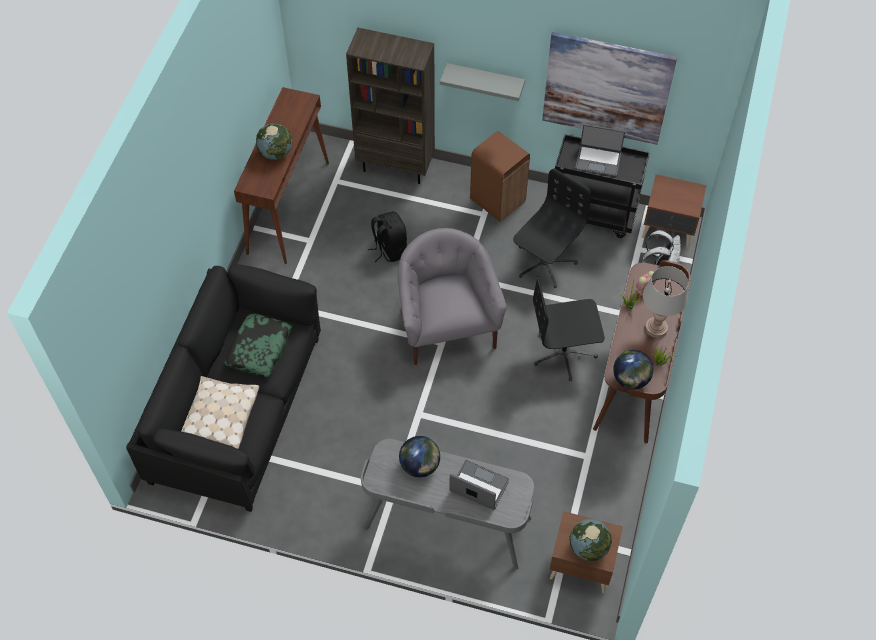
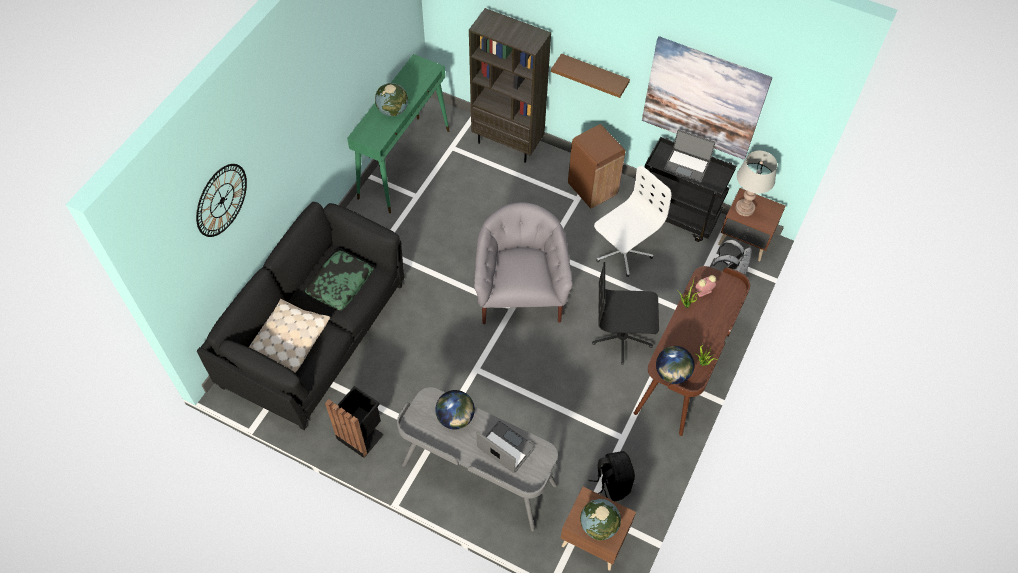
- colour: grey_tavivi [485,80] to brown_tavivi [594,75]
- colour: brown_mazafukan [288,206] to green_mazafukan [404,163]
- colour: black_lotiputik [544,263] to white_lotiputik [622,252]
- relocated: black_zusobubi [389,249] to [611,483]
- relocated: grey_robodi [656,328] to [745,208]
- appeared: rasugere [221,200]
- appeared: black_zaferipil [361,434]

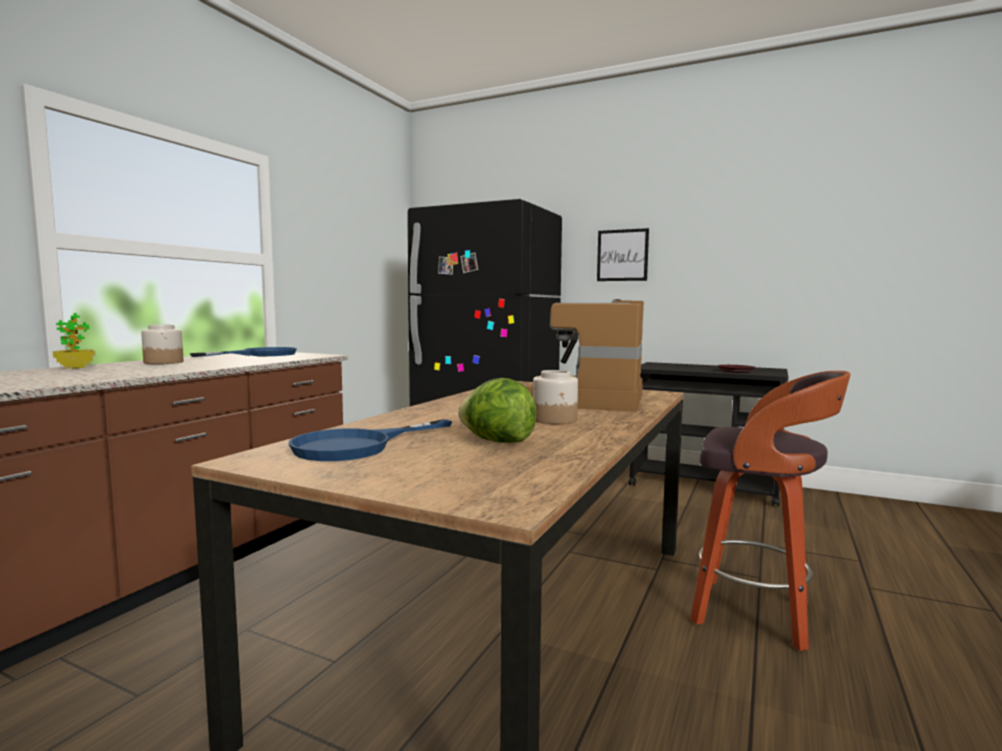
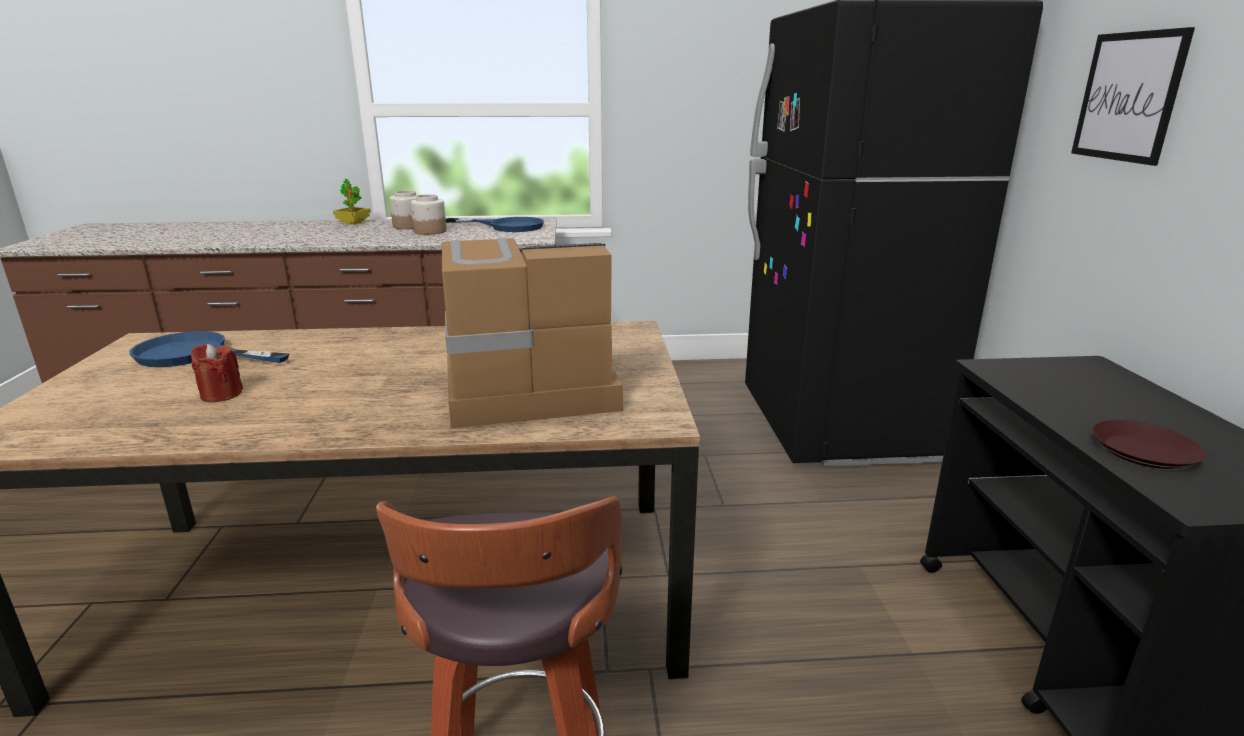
- relocated: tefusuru [555,420] to [430,231]
- exchanged: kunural [497,442] to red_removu [221,394]

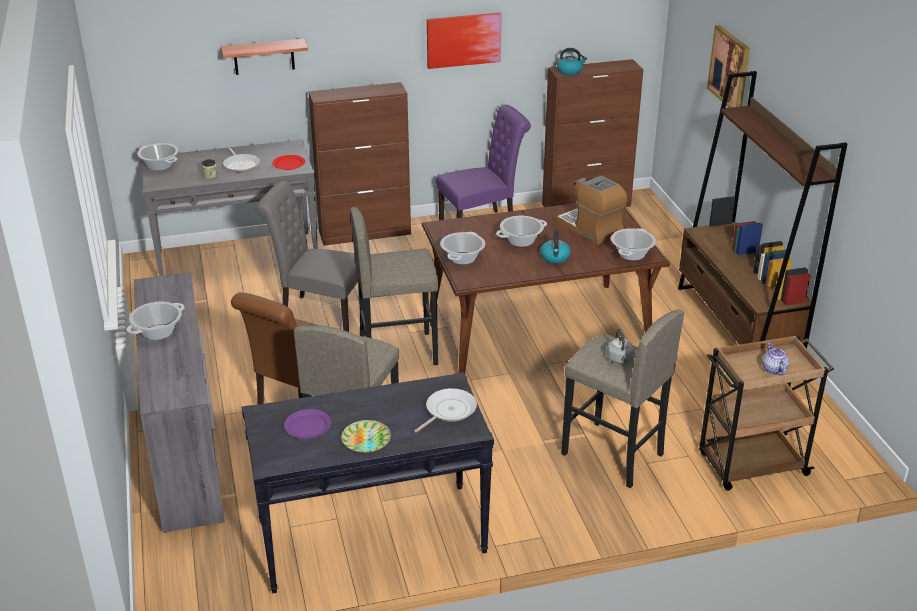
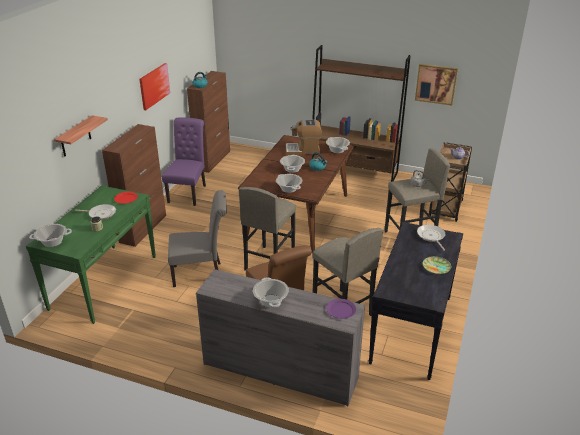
- relocated: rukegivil [730,69] to [436,84]
- colour: grey_mazafukan [238,259] to green_mazafukan [104,281]
- spun: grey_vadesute [318,313] = [201,274] 150 degrees counterclockwise
- relocated: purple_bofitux [308,426] to [340,309]

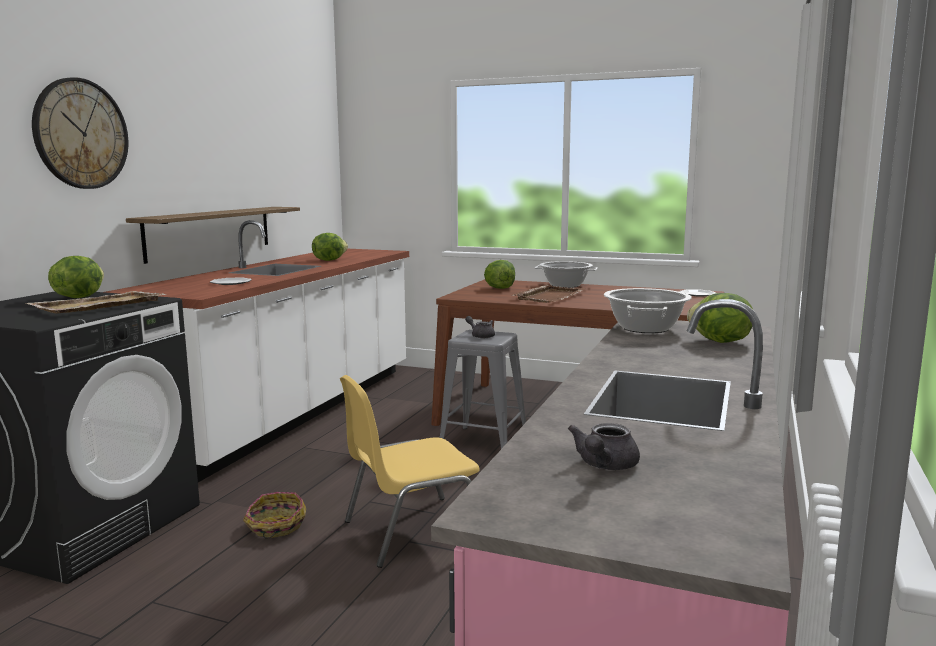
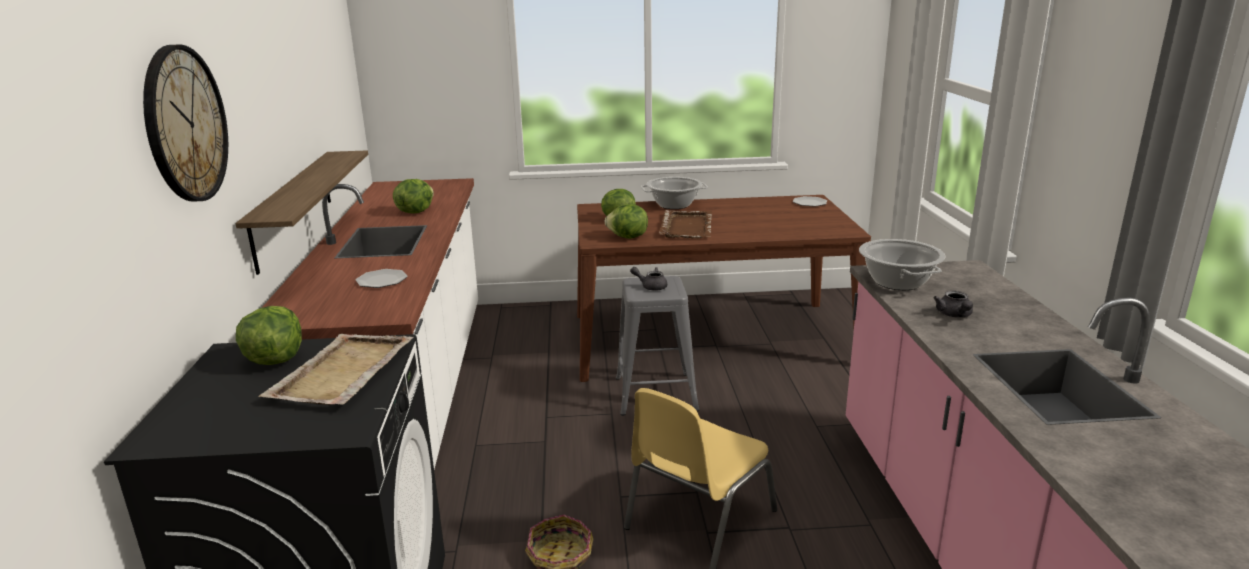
- relocated: kunural [719,342] to [627,237]
- relocated: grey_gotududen [604,466] to [954,315]

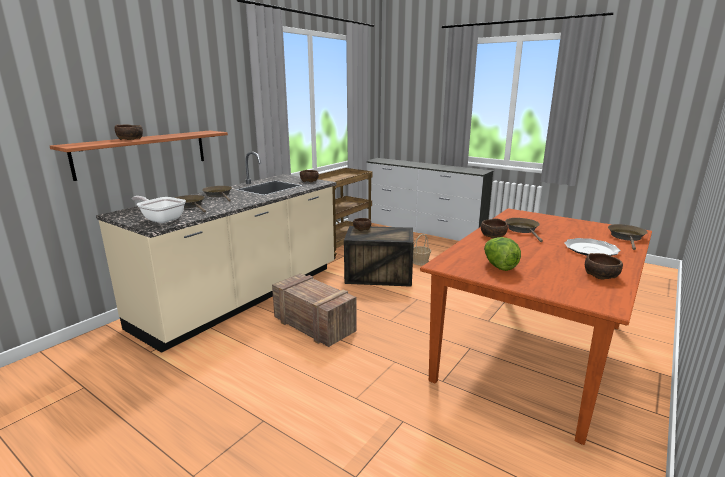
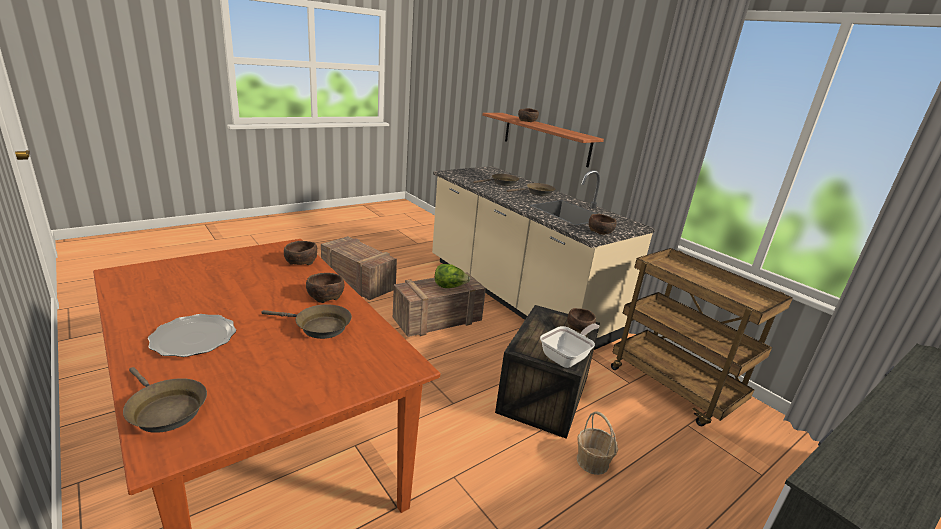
- relocated: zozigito [161,219] to [567,357]
- relocated: kunural [499,266] to [450,287]
- relocated: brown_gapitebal [602,275] to [300,262]
- appeared: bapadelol [357,282]

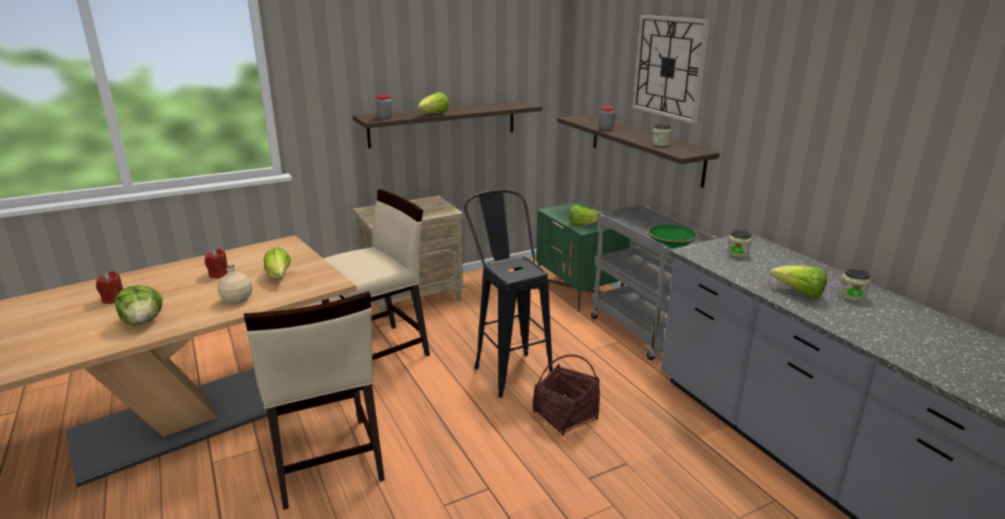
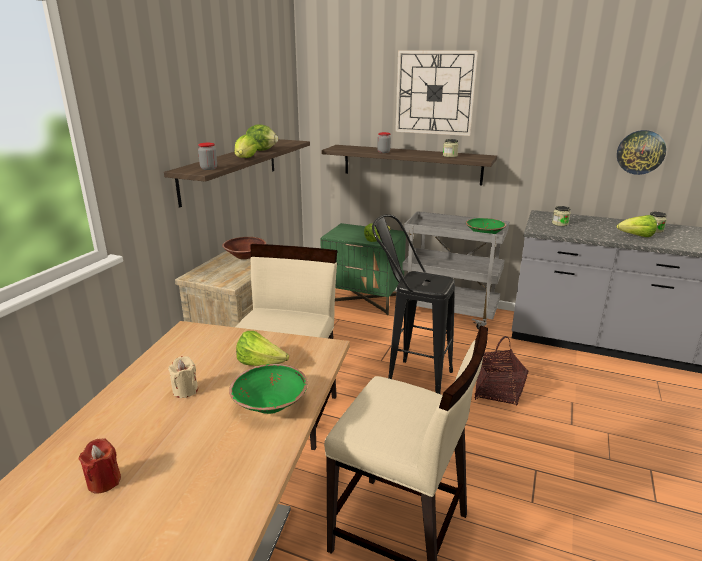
- colour: red_removu [218,274] to beige_removu [185,390]
- exchanged: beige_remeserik [237,300] to green_gapitebal [270,404]
- relocated: kunural [143,322] to [262,150]
- appeared: rasugere [640,152]
- appeared: brown_gapitebal [245,256]

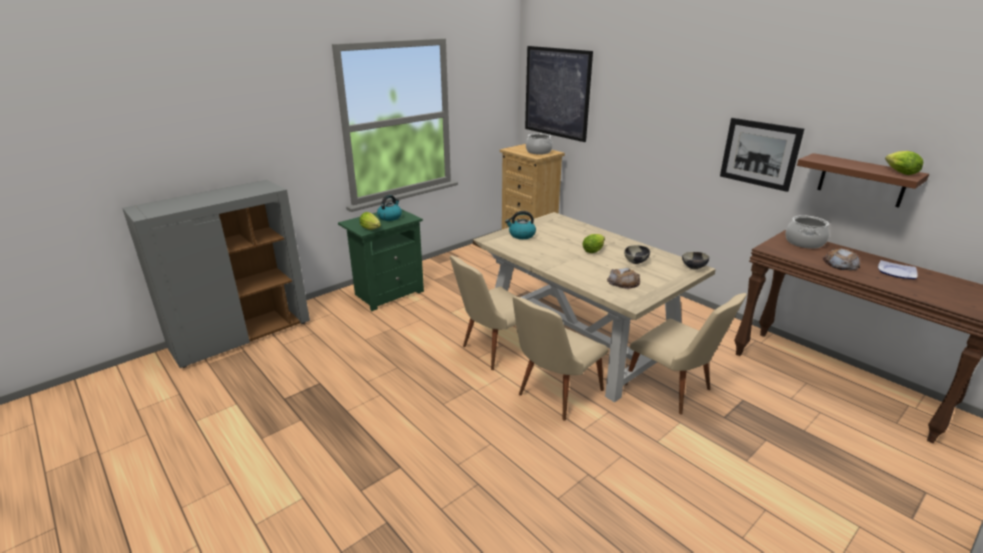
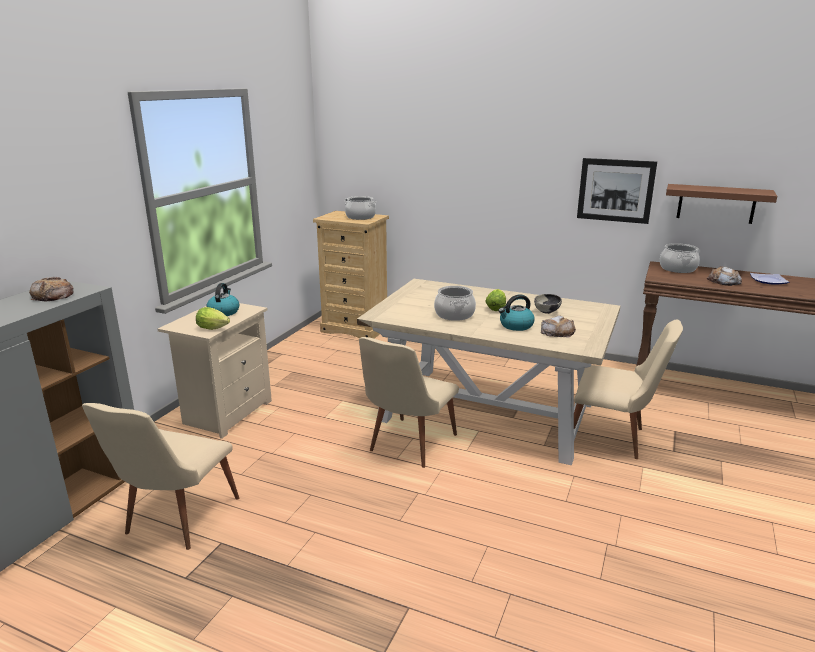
- missing: rukegivil [557,93]
- missing: kunural [898,172]
- colour: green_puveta [387,293] to beige_puveta [226,413]
- relocated: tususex [521,235] to [516,326]
- missing: gapitebal [693,267]
- relocated: beige_vadesute [554,395] to [174,521]
- appeared: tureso [53,295]
- appeared: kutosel [454,315]

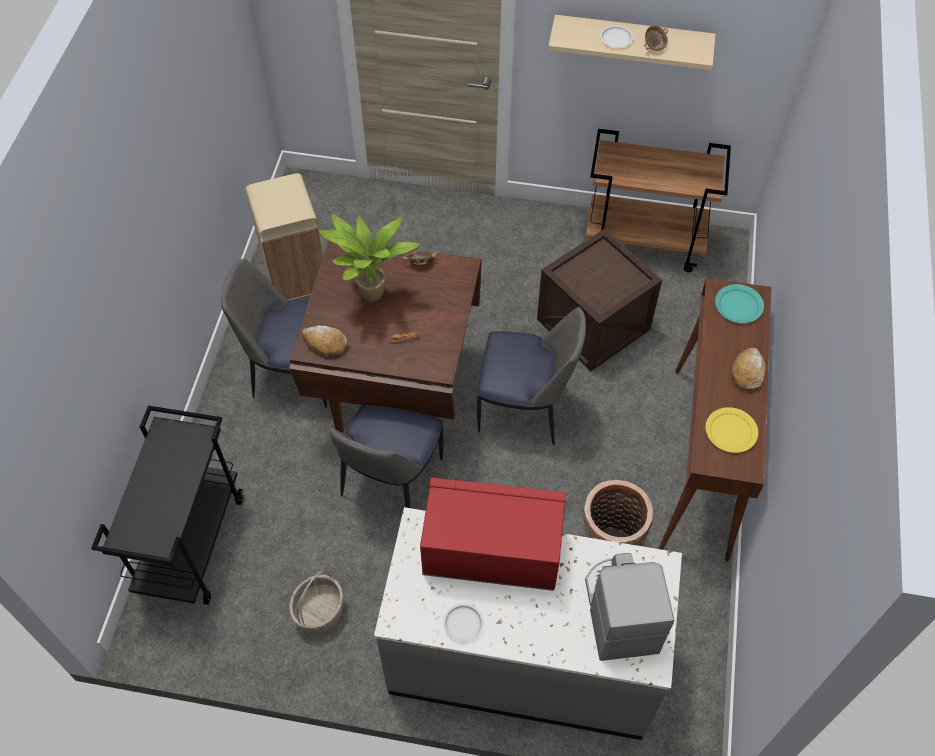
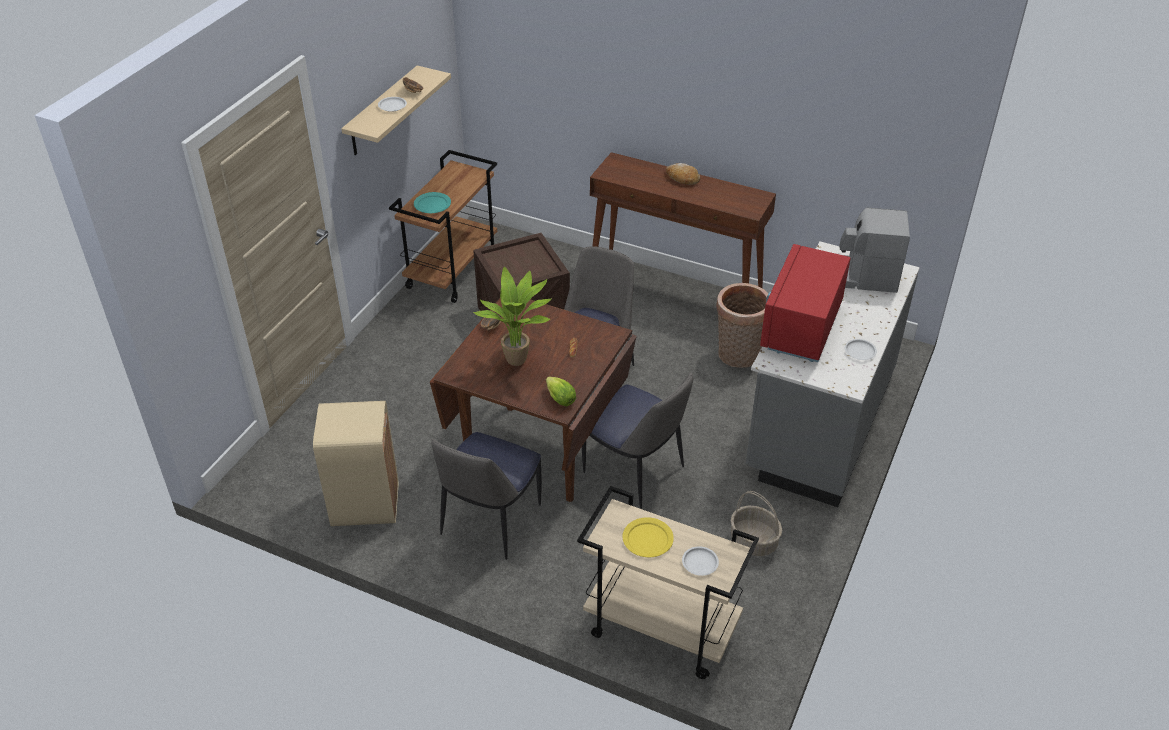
- relocated: turquoise_bofitux [738,305] to [432,205]
- exchanged: tureso [325,343] to kunural [559,398]
- colour: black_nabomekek [191,543] to beige_nabomekek [659,629]
- relocated: yellow_bofitux [730,431] to [647,539]
- appeared: white_bofitux [700,563]

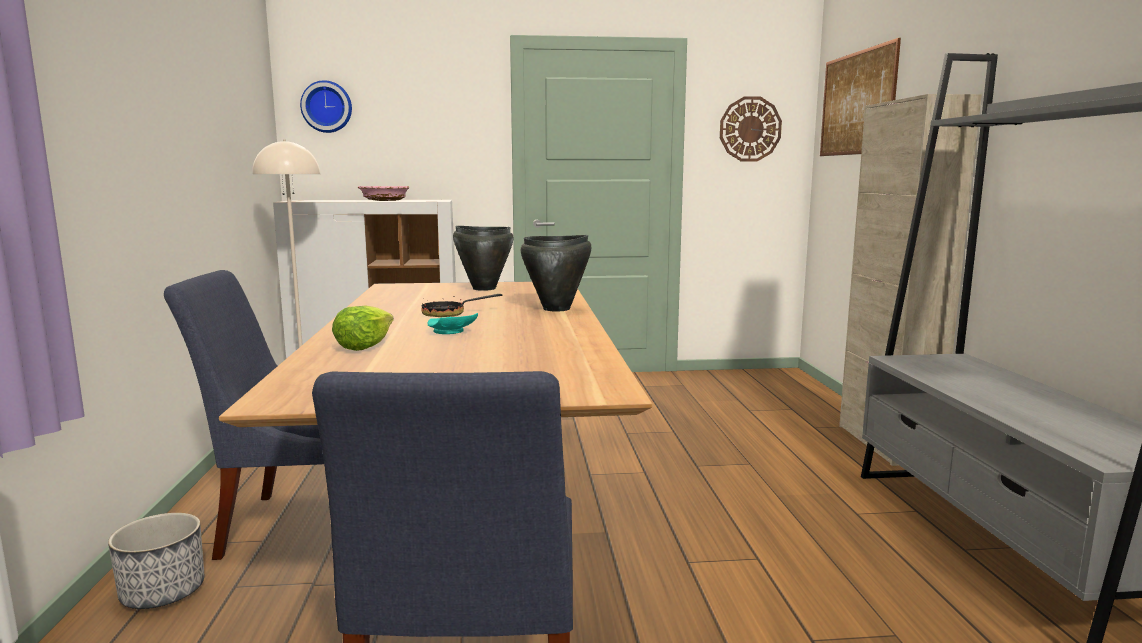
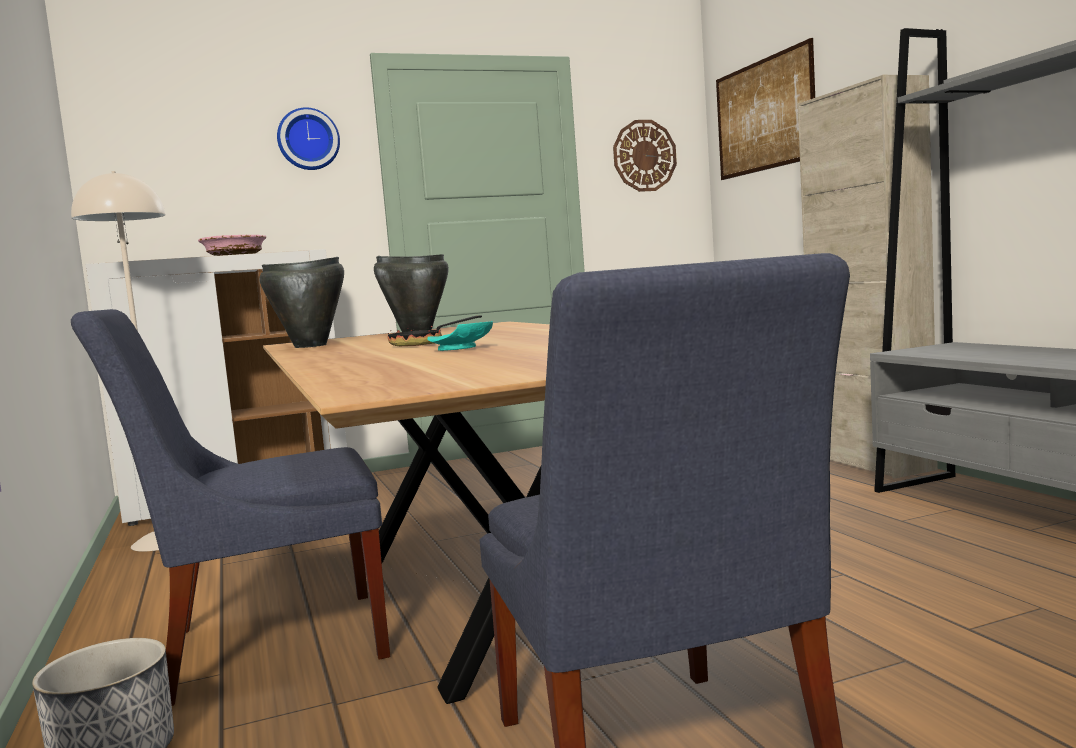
- relocated: rasugere [327,107] to [308,140]
- relocated: black_kutosel [557,309] to [311,346]
- missing: kunural [364,346]

